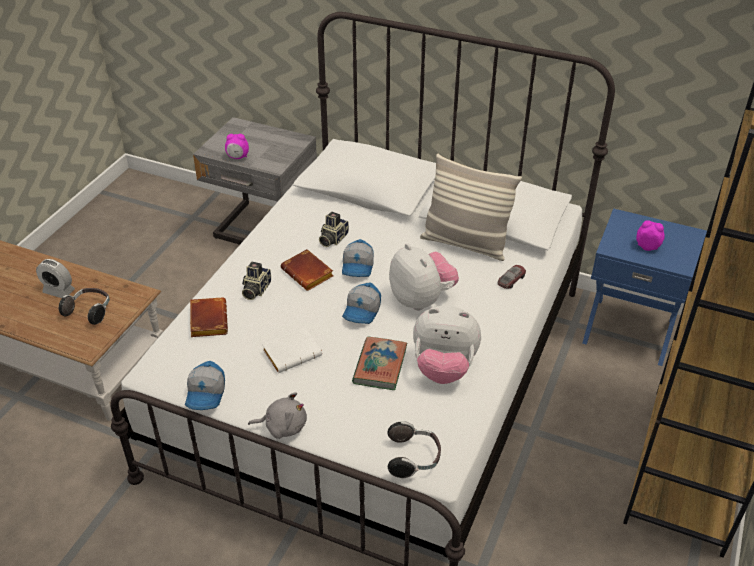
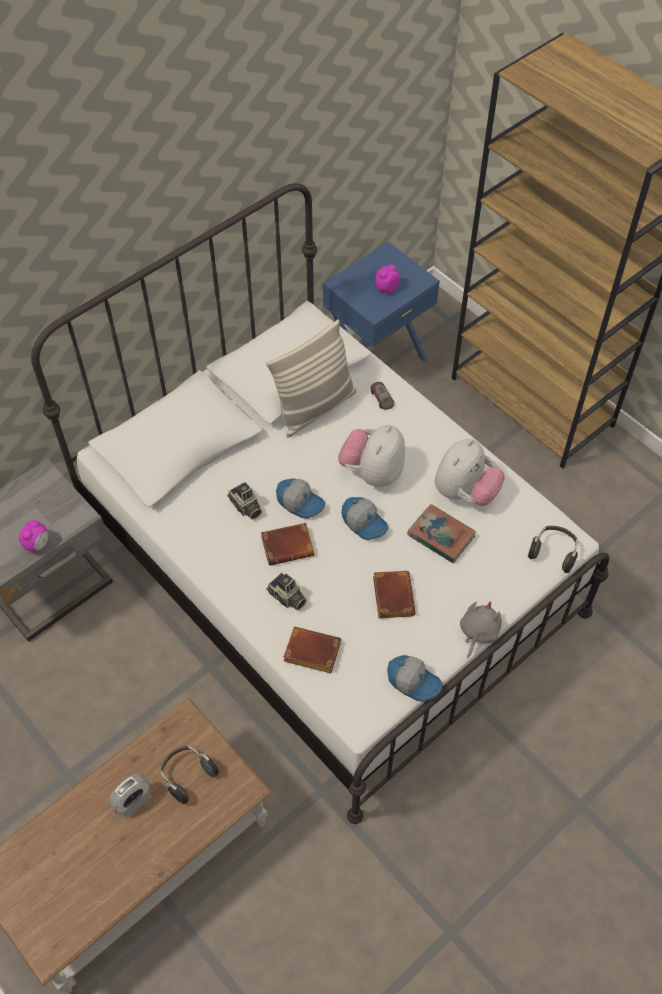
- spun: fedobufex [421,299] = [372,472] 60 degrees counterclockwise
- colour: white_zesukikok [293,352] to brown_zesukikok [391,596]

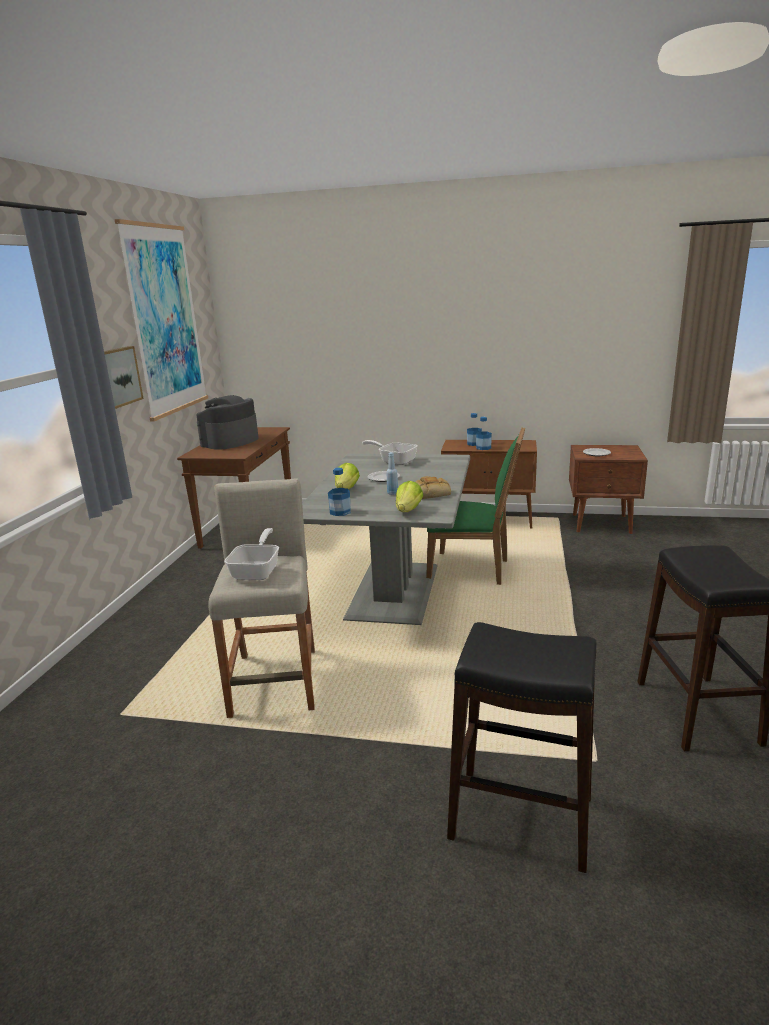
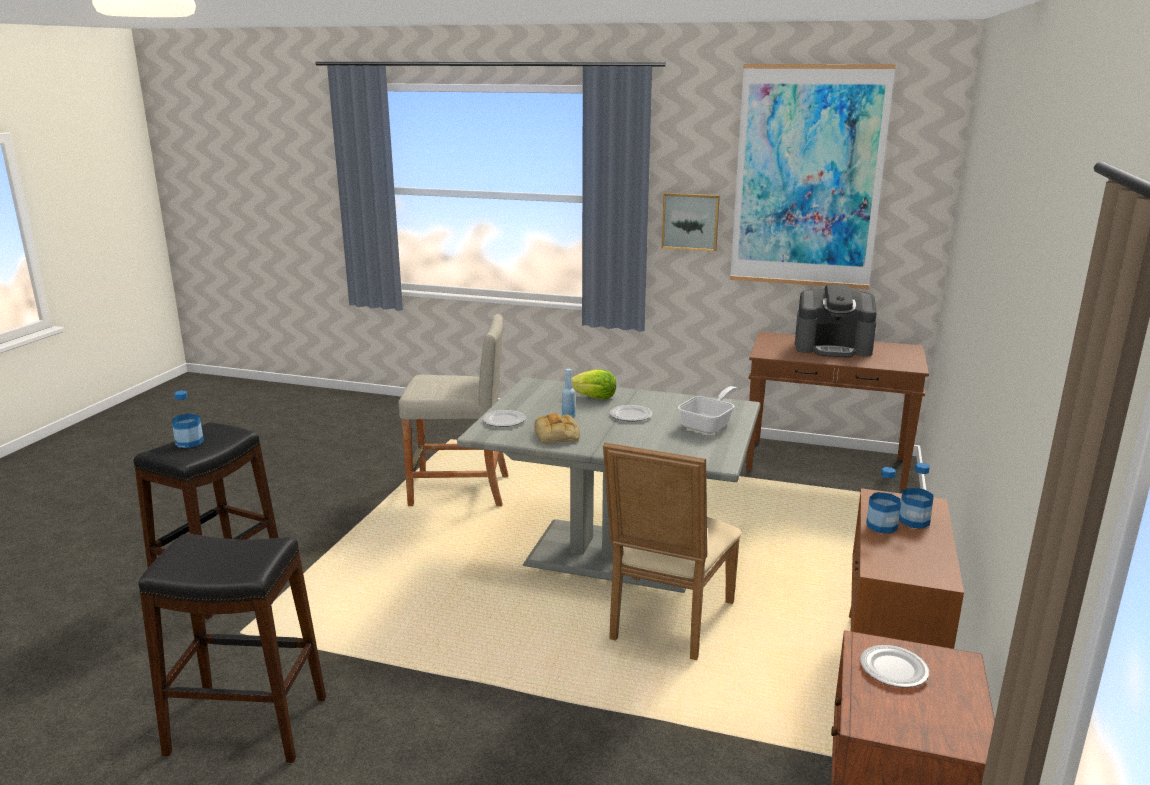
- spun: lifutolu [230,442] = [833,347] 150 degrees clockwise
- colour: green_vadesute [473,569] to beige_vadesute [666,623]
- relocated: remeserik [340,512] to [189,442]
- exchanged: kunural [408,511] to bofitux [504,421]
- missing: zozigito [258,570]

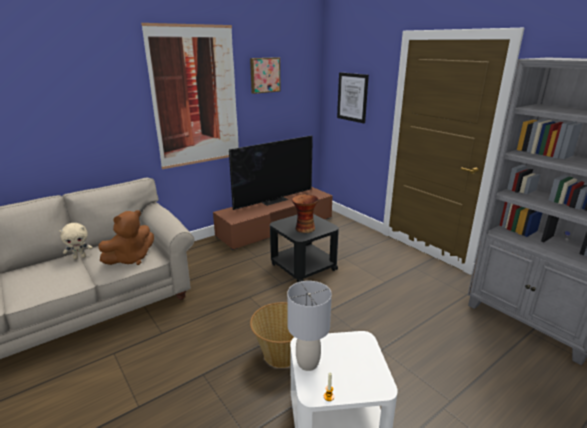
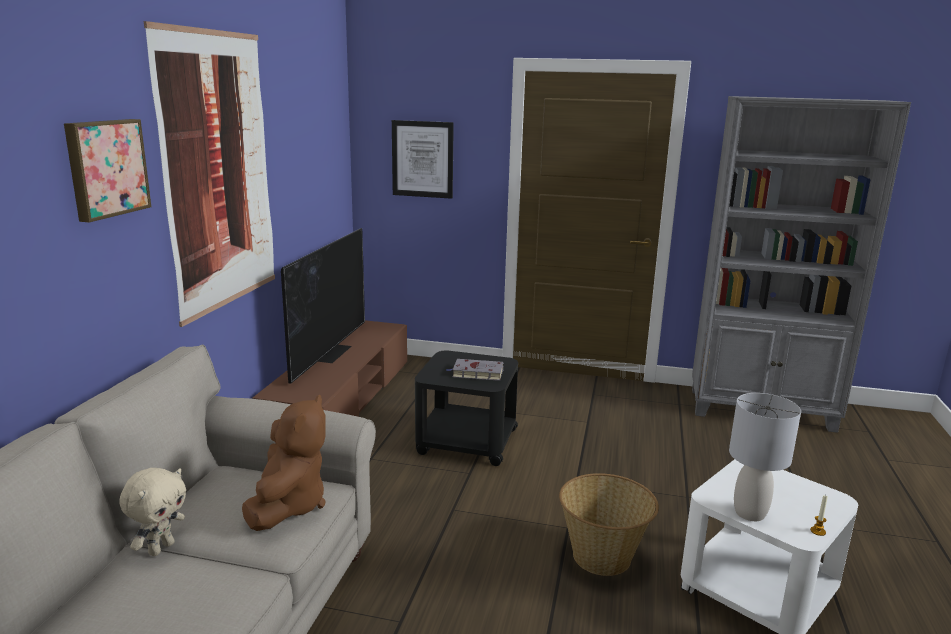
- relocated: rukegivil [264,75] to [106,168]
- exchanged: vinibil [304,228] to grey_zesukikok [476,373]

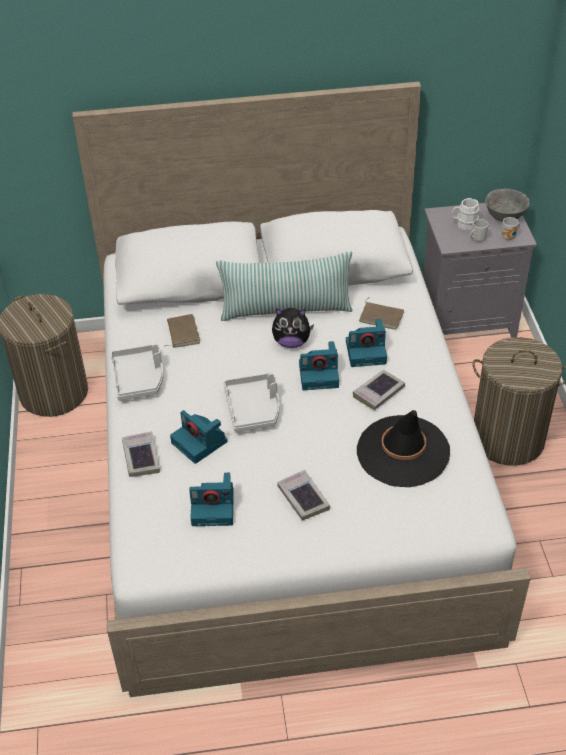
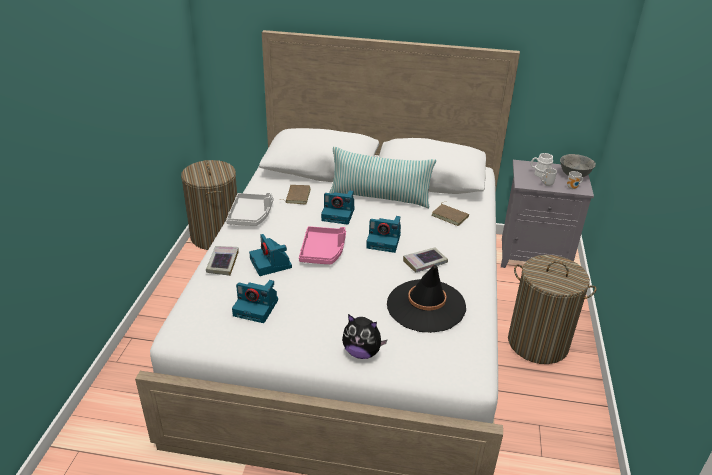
- relocated: fedobufex [291,342] to [362,352]
- relocated: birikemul [366,351] to [339,214]
- colour: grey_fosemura [254,409] to pink_fosemura [323,251]
- missing: zesukikok [303,498]

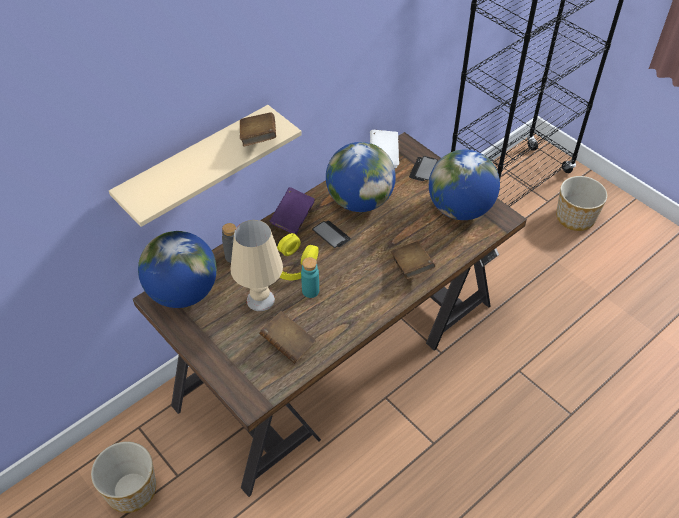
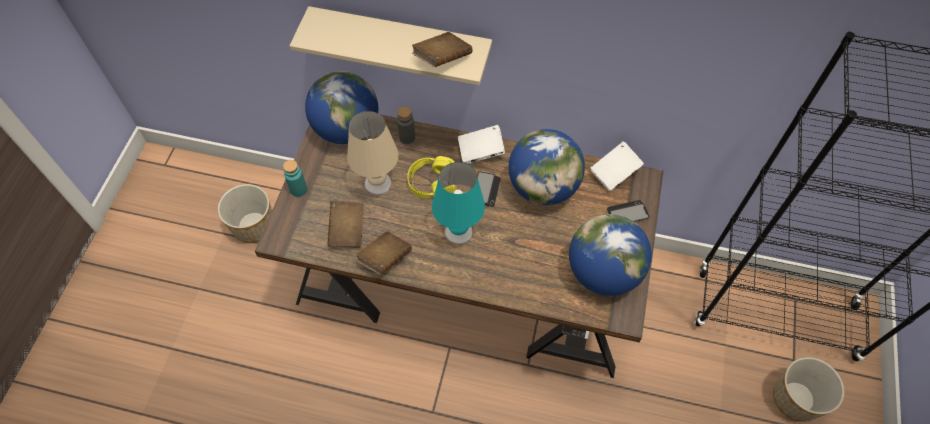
- colour: purple_zesukikok [293,218] to white_zesukikok [481,151]
- relocated: brown_zesukikok [411,267] to [385,258]
- relocated: turquoise_remeserik [310,291] to [298,189]
- appeared: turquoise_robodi [459,232]

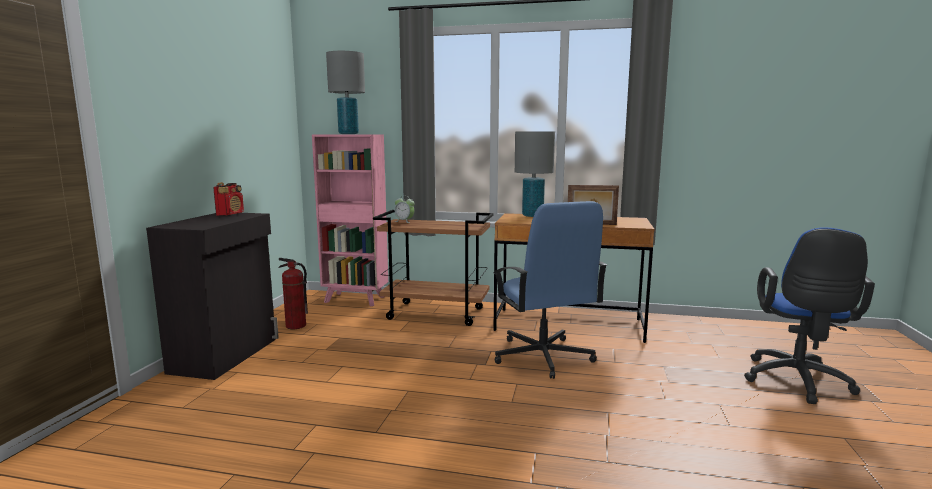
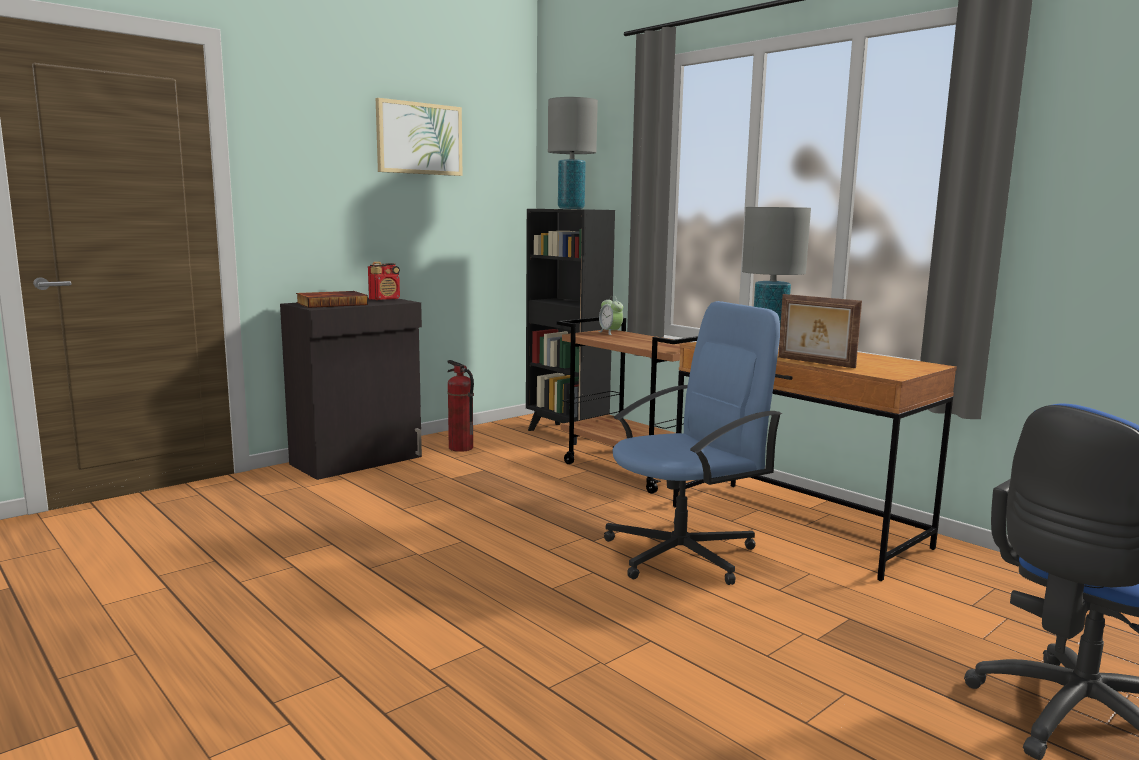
- colour: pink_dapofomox [355,299] to black_dapofomox [566,434]
- spun: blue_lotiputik [542,357] = [682,554] 135 degrees counterclockwise
- appeared: rukegivil [419,138]
- appeared: zesukikok [332,303]

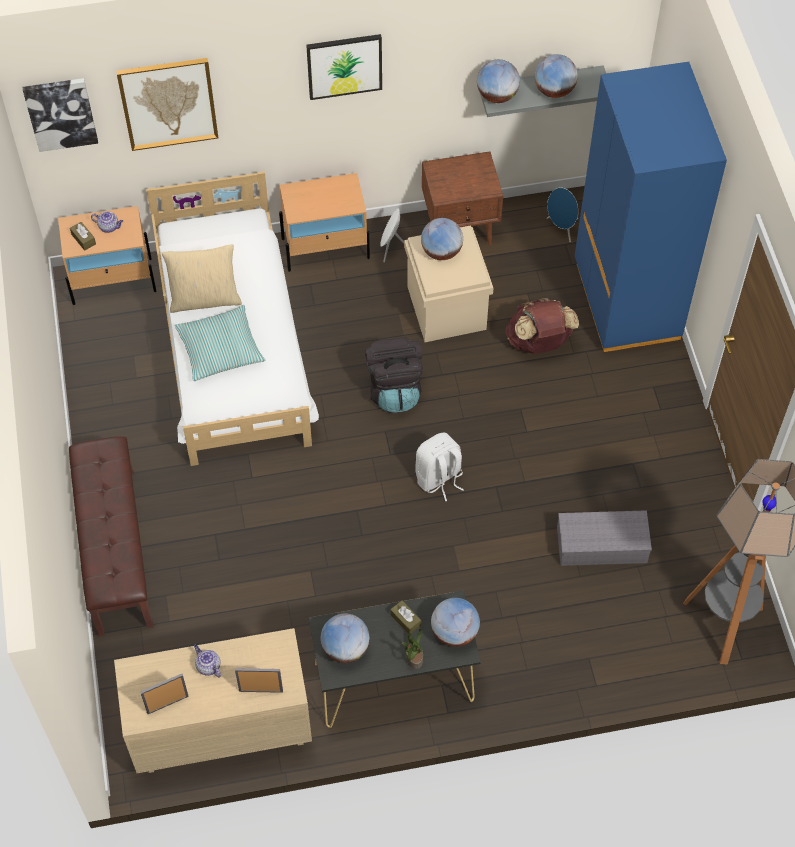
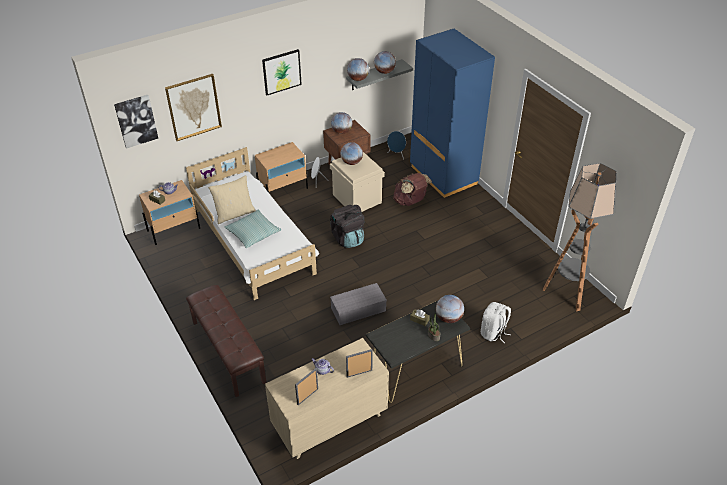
- relocated: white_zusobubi [439,478] to [493,333]
- relocated: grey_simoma [600,546] to [357,310]
- relocated: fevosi [345,648] to [342,131]

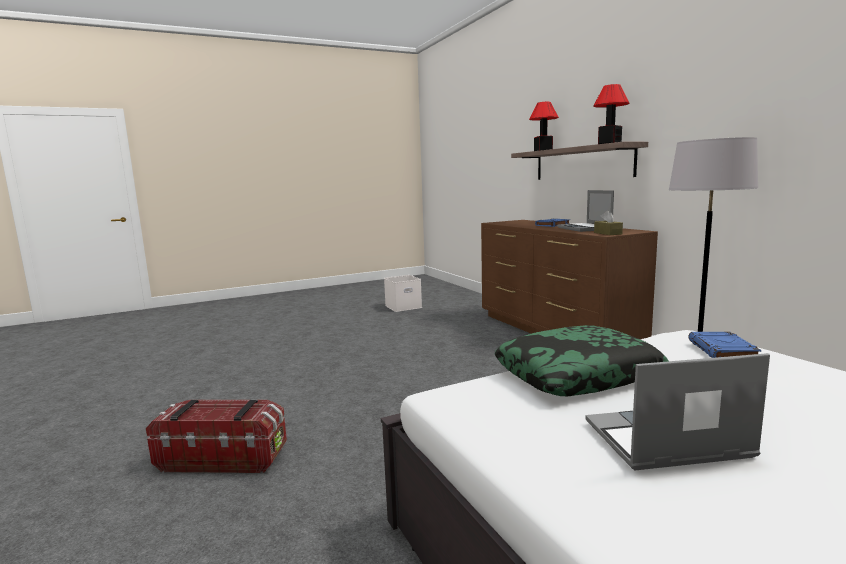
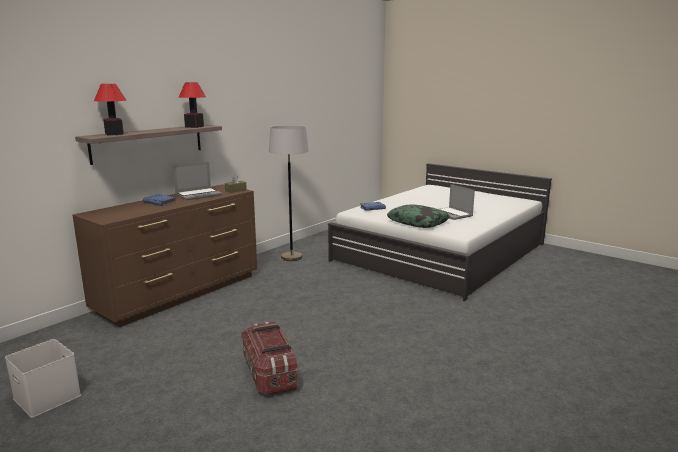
- relocated: simoma [223,458] to [269,373]

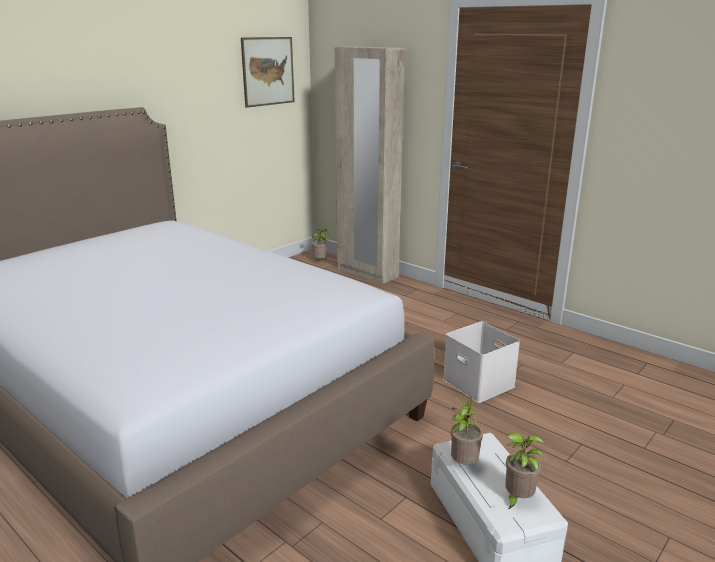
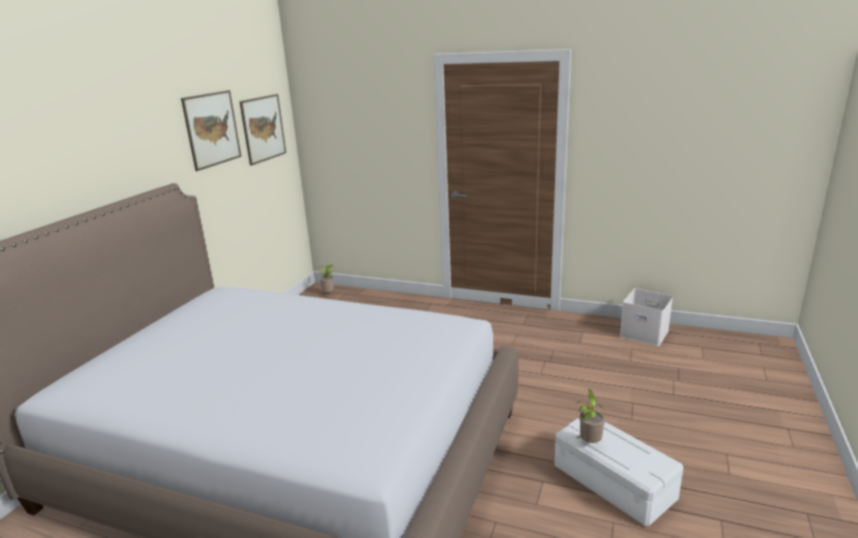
- missing: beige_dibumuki [367,273]
- relocated: white_simoma [480,383] to [645,333]
- missing: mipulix [517,499]
- appeared: rukegivil [212,129]

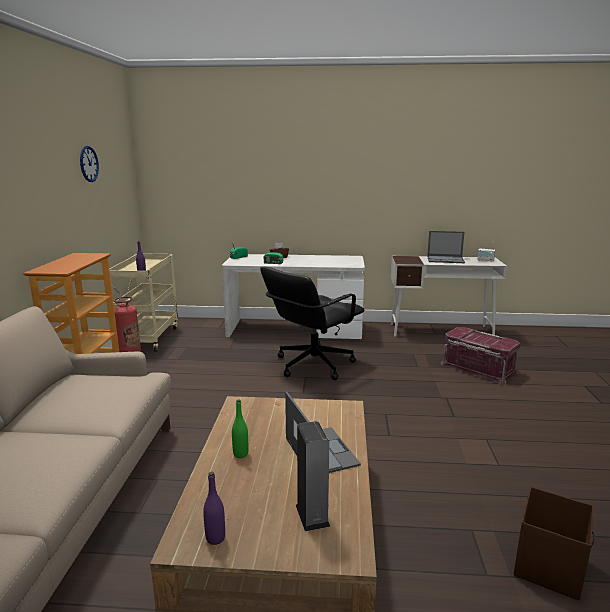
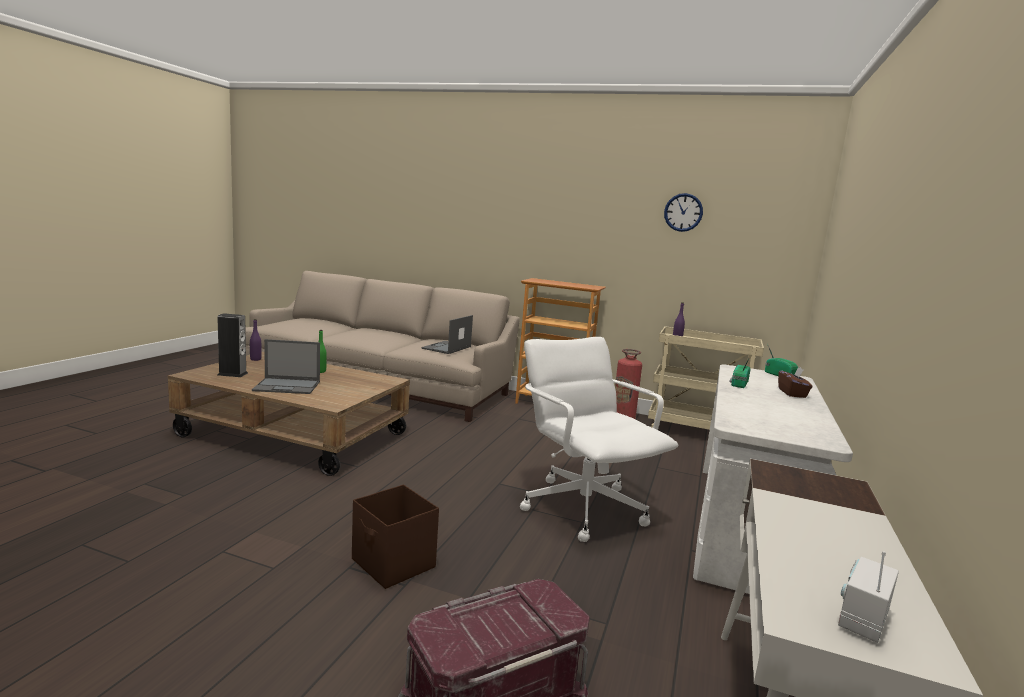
- relocated: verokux [446,259] to [446,348]
- colour: black_lotiputik [312,365] to white_lotiputik [583,507]
- relocated: brown_simoma [549,566] to [393,564]

